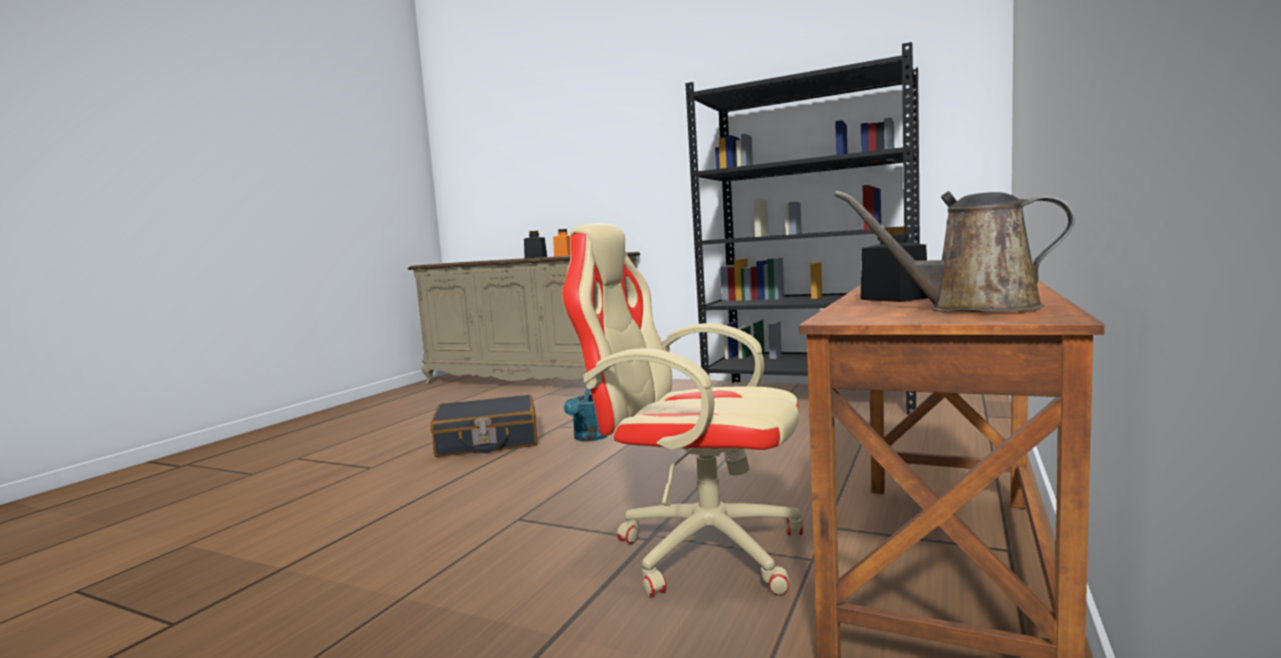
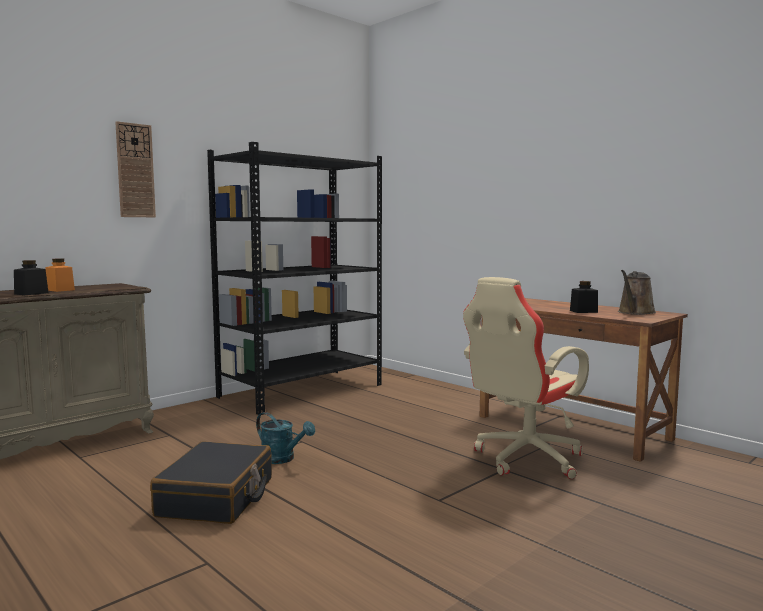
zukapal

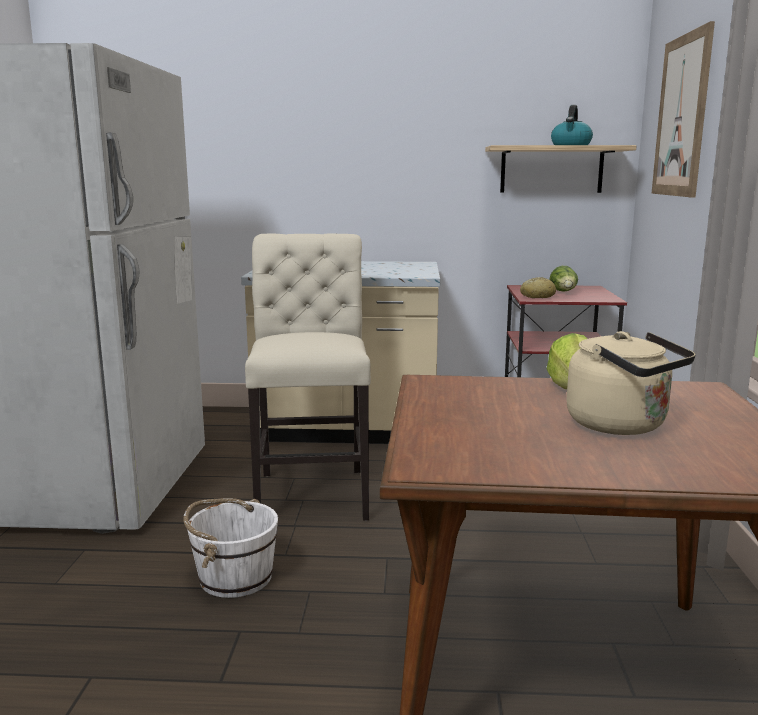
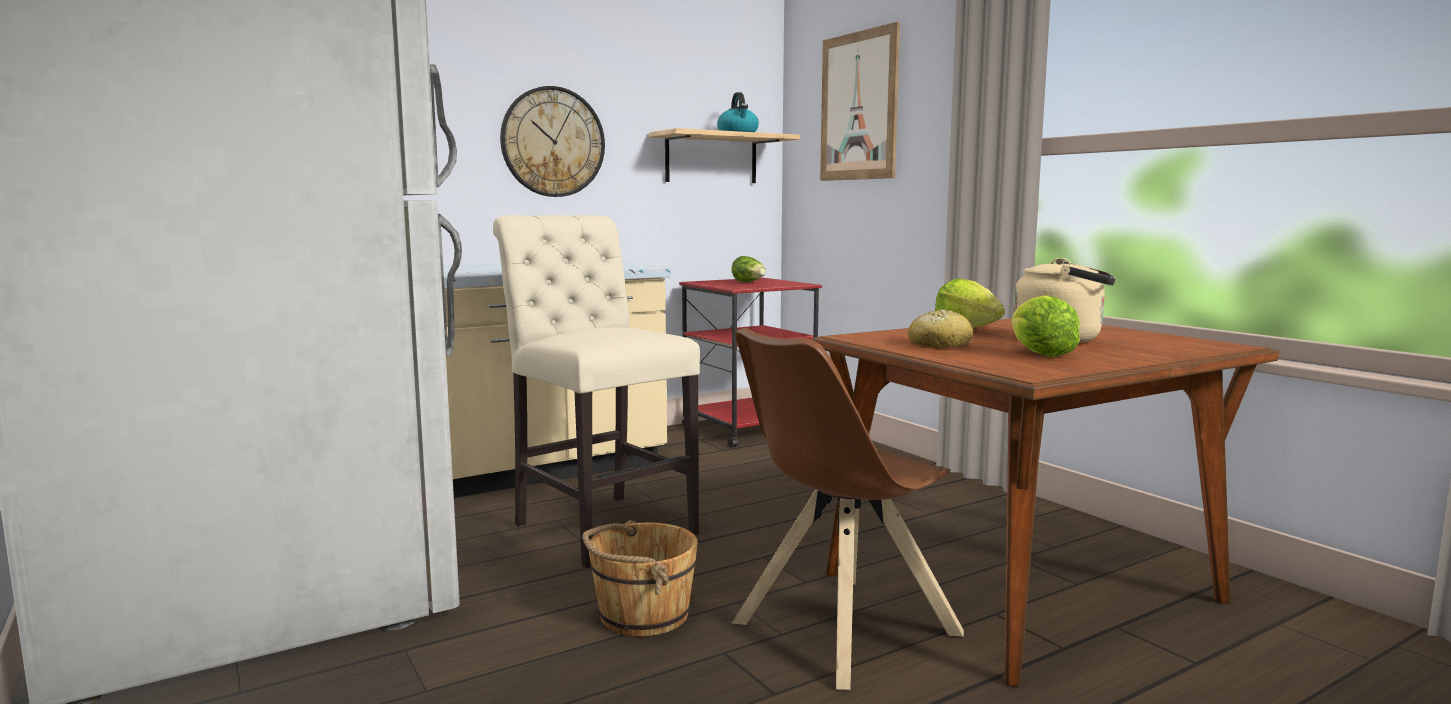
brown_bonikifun
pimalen
zukapal
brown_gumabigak
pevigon (3rd from left)

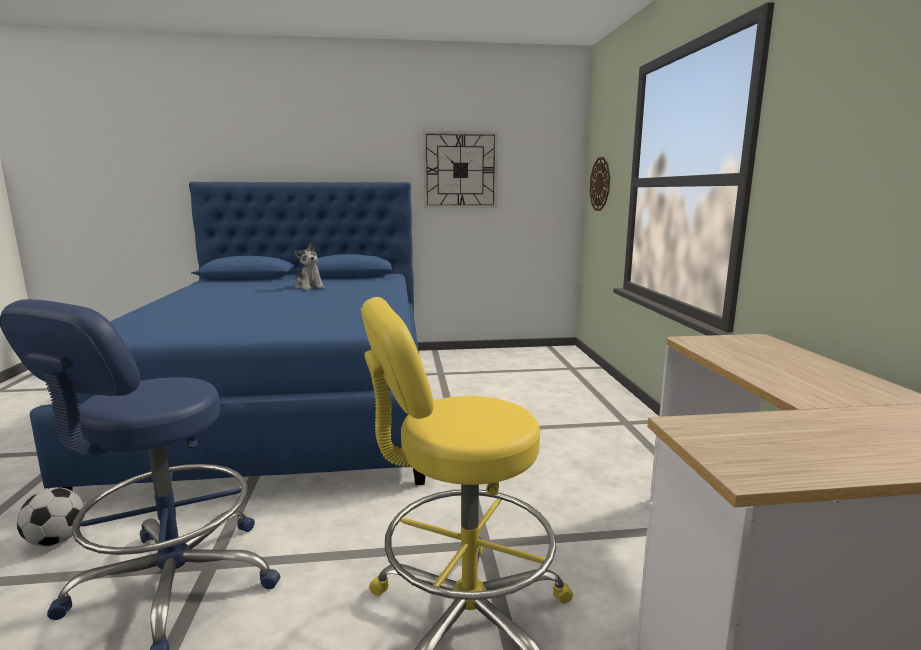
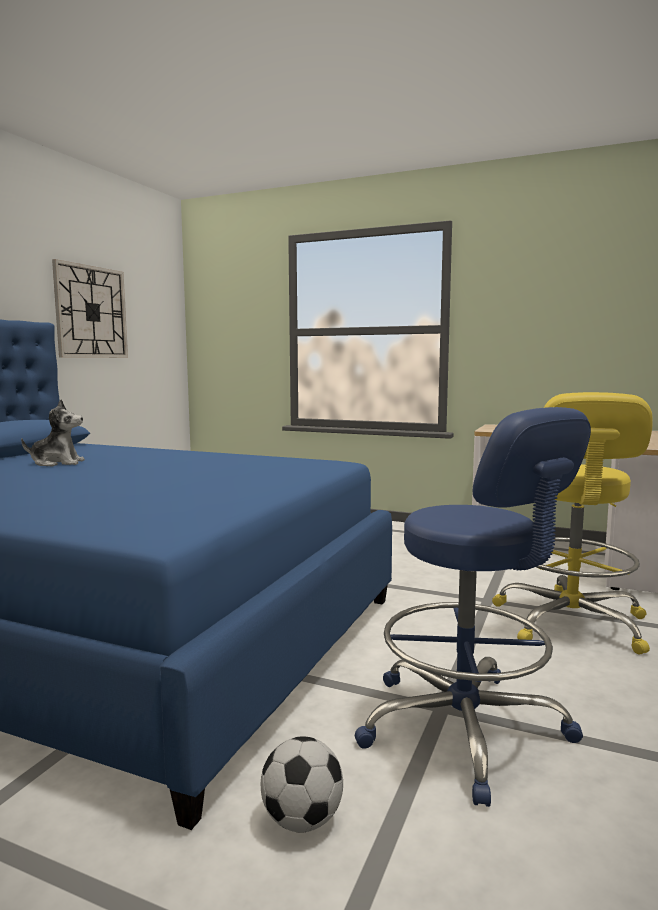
zukapal (2nd from left in the first image)

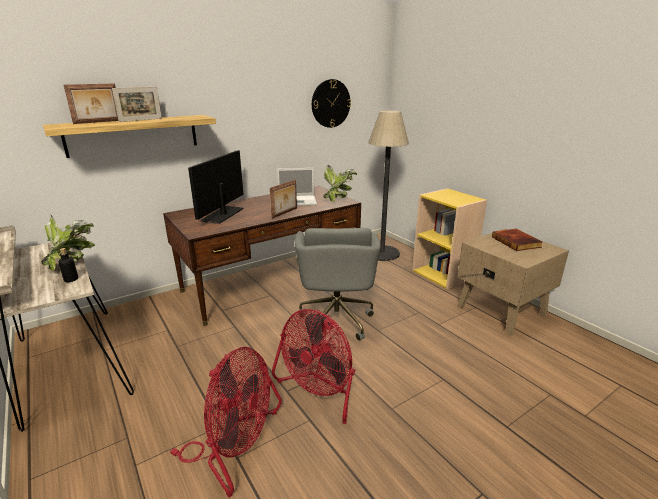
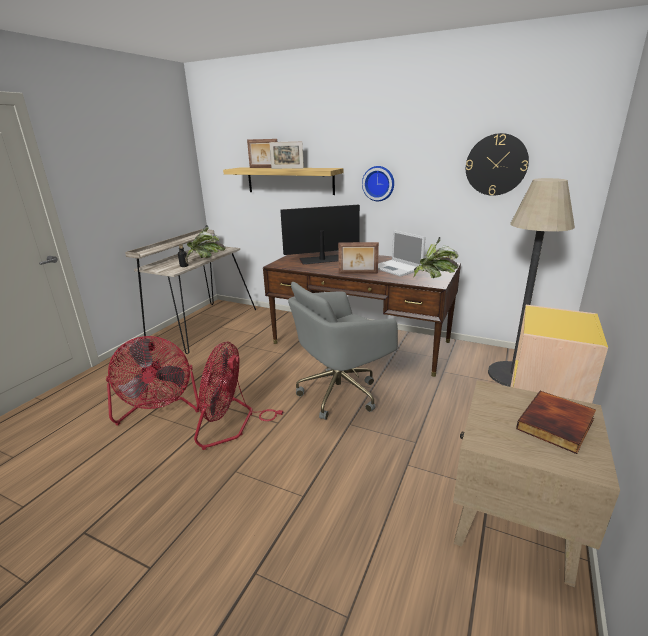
zukapal (1st from left)

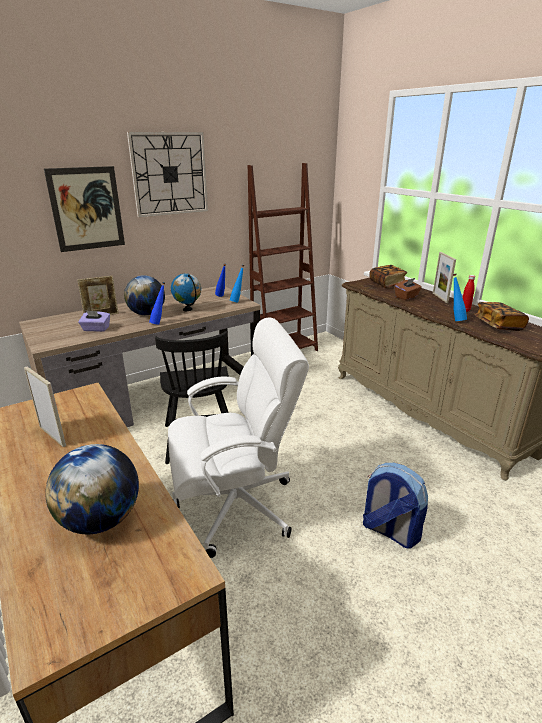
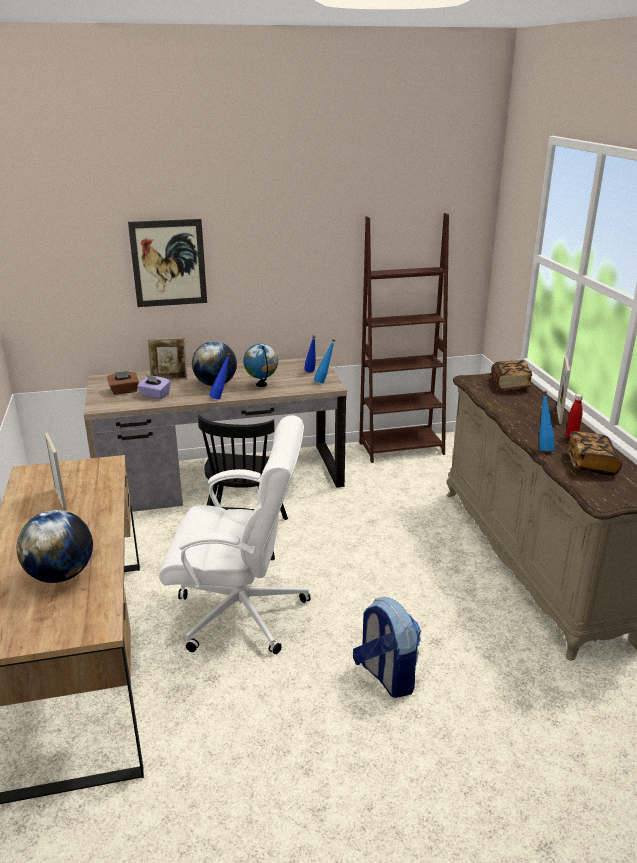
zukapal
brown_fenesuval

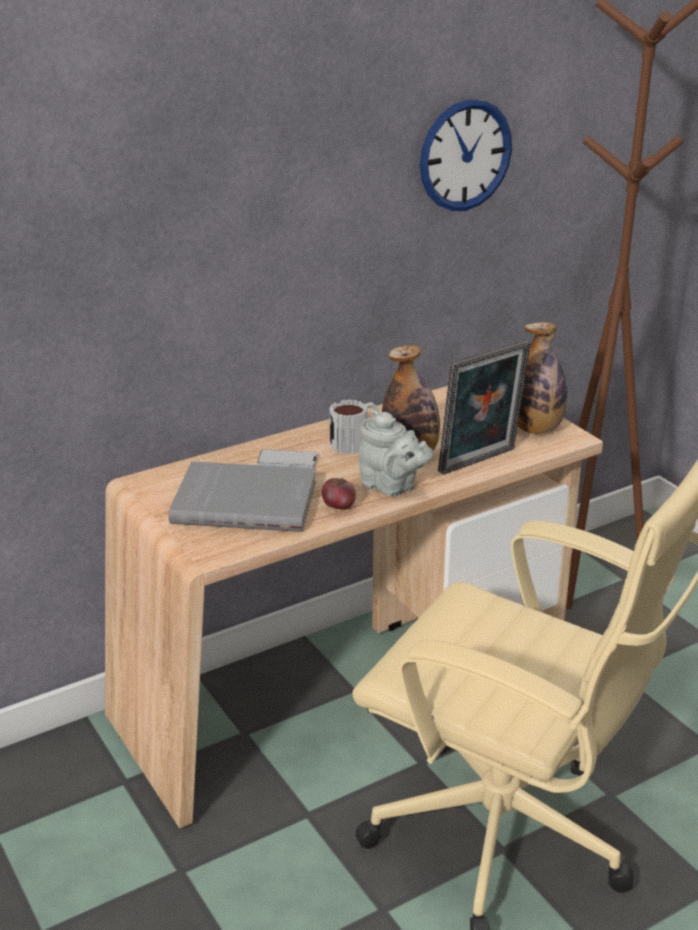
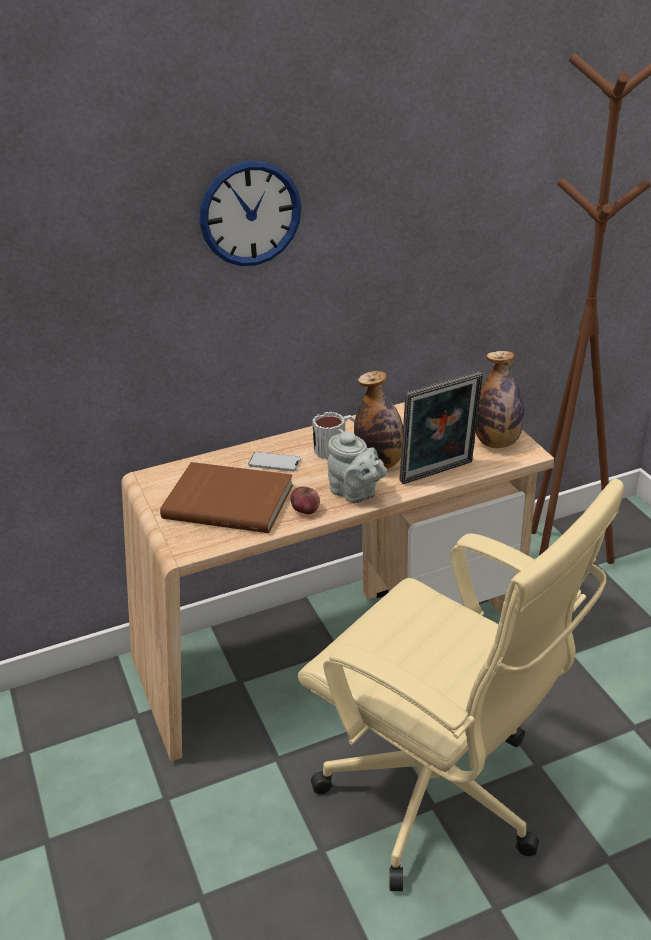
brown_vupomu
zukapal

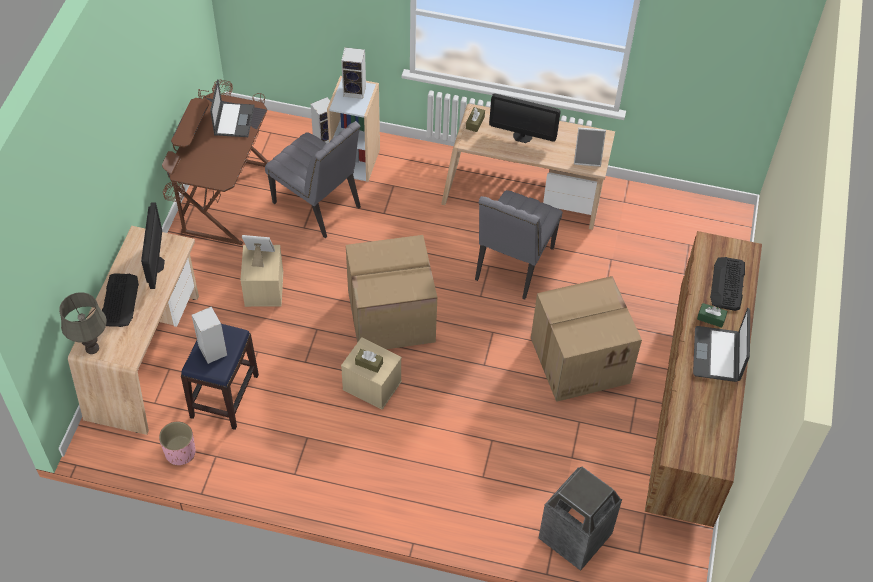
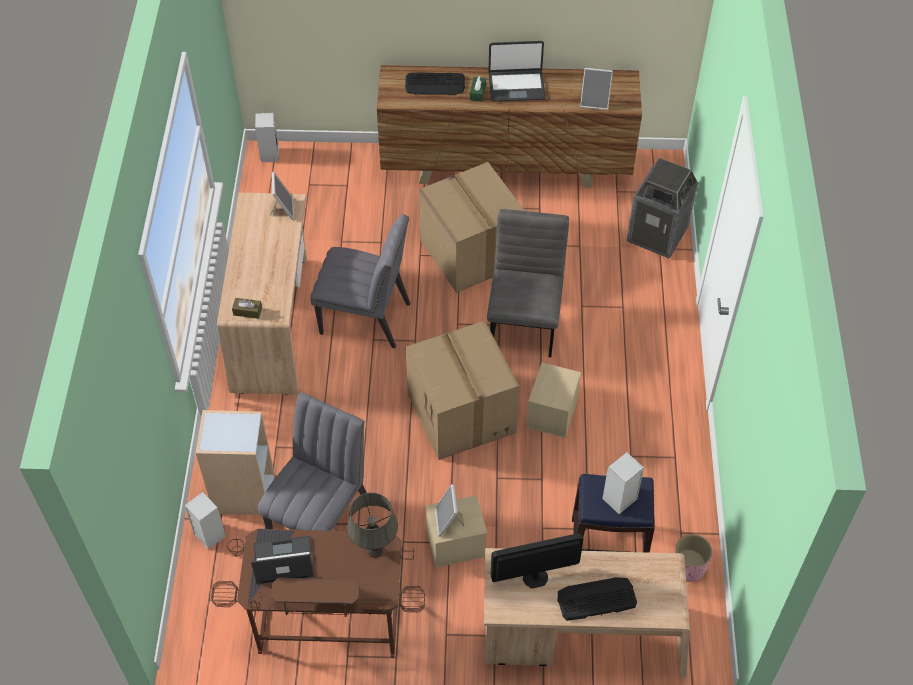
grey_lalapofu
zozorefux (2nd from left)
brown_fenesuval (1st from left in the first image)
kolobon (2nd from left in the first image)
grey_gumabigak (3rd from left)
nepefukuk (3rd from left)

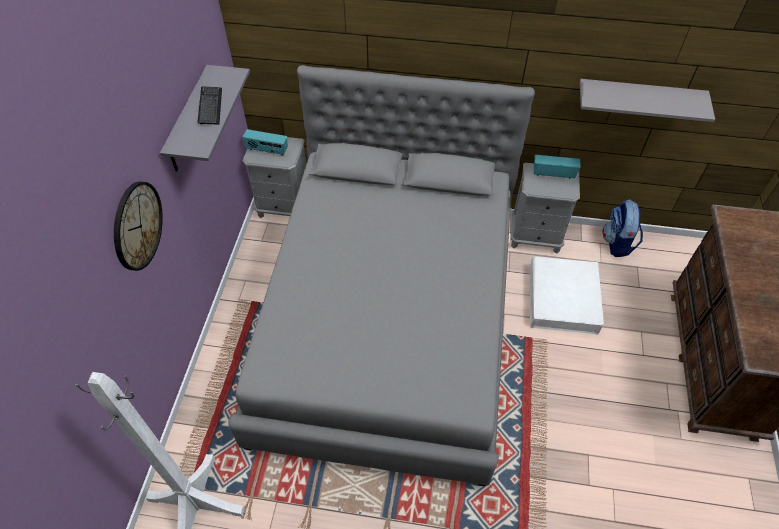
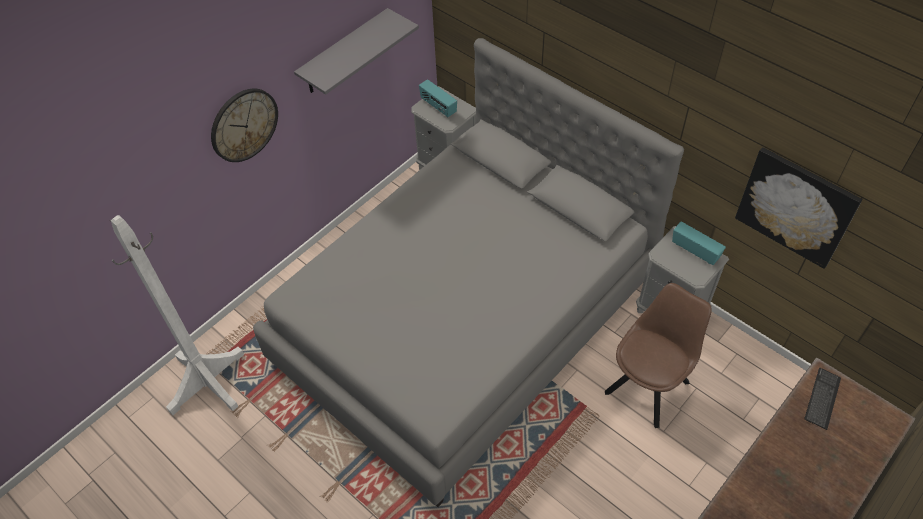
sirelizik
brown_gumabigak
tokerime
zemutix

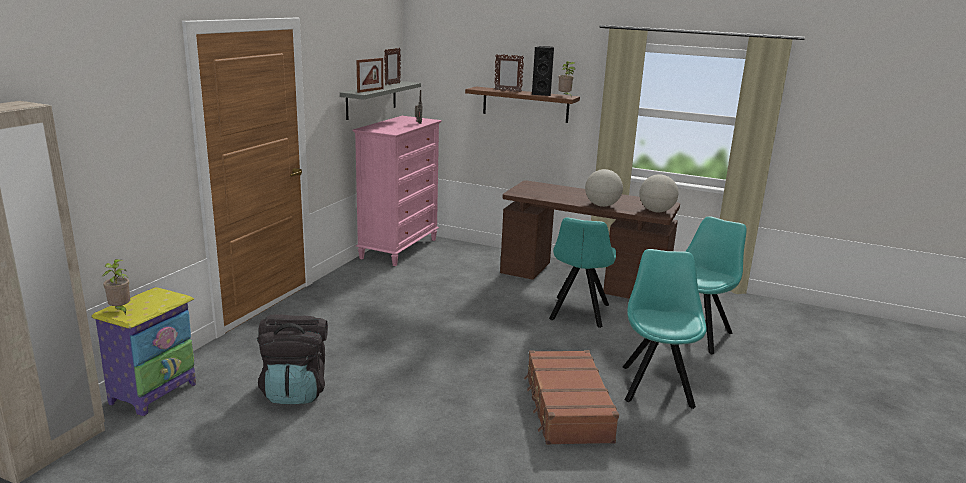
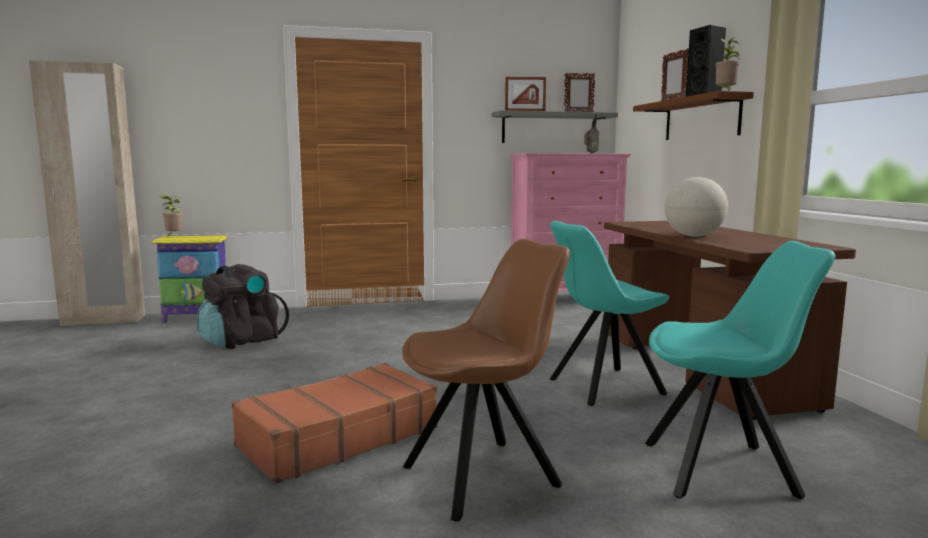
brown_gumabigak
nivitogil (2nd from left in the first image)

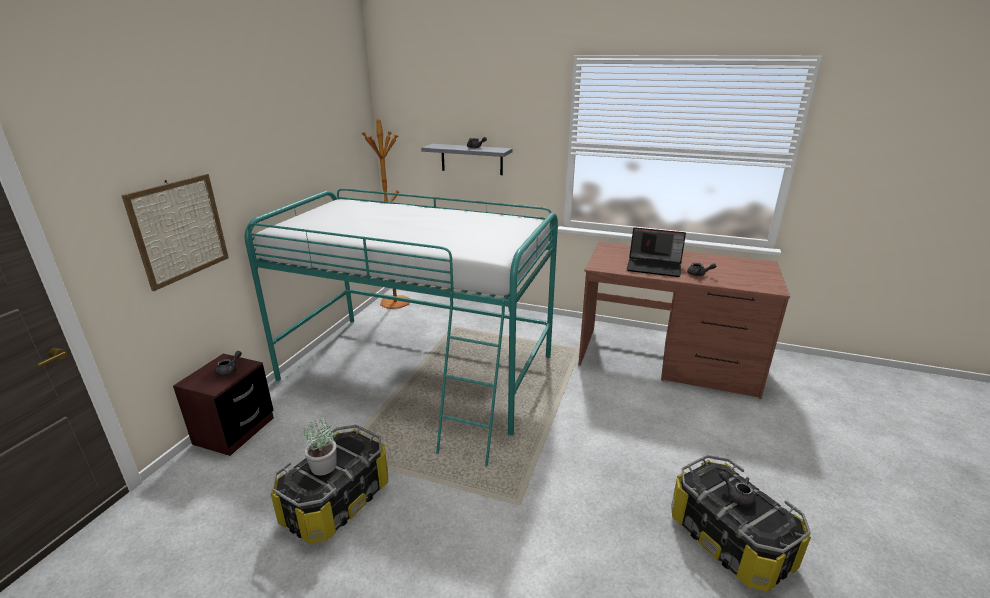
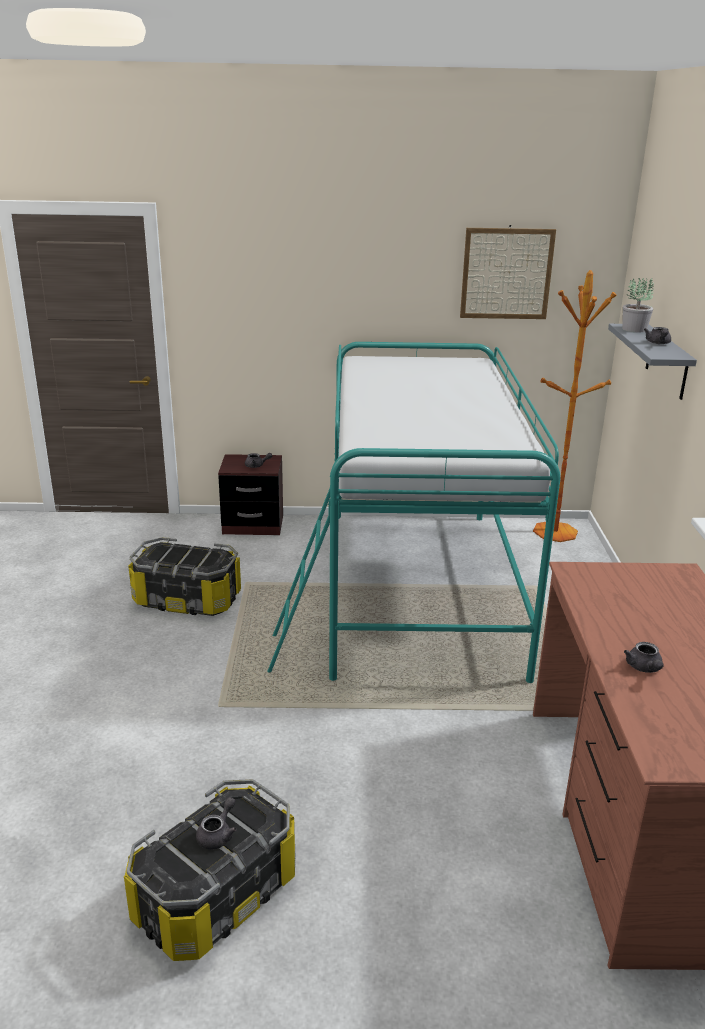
tokerime
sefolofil
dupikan

